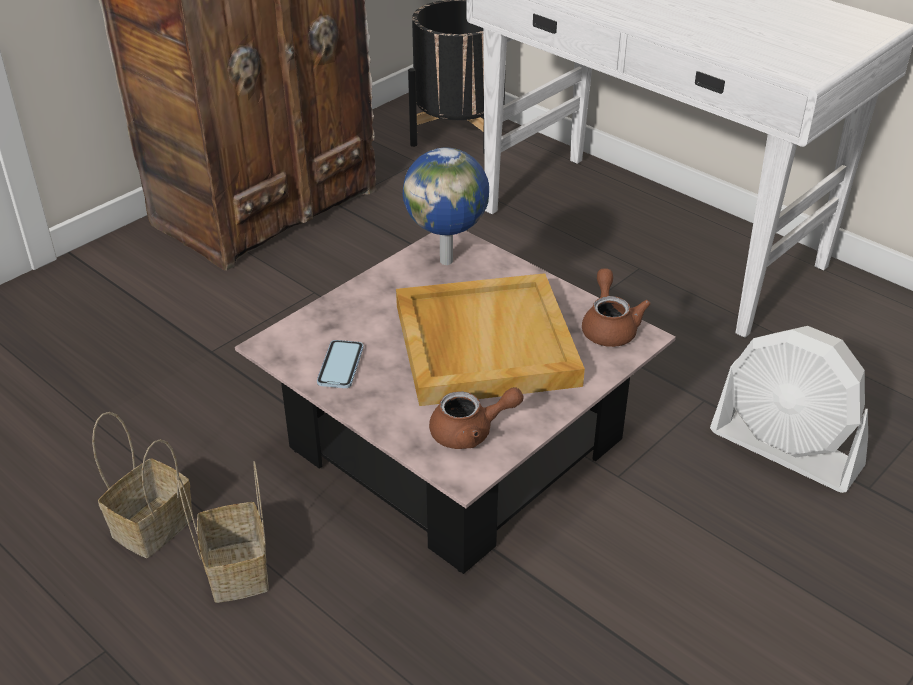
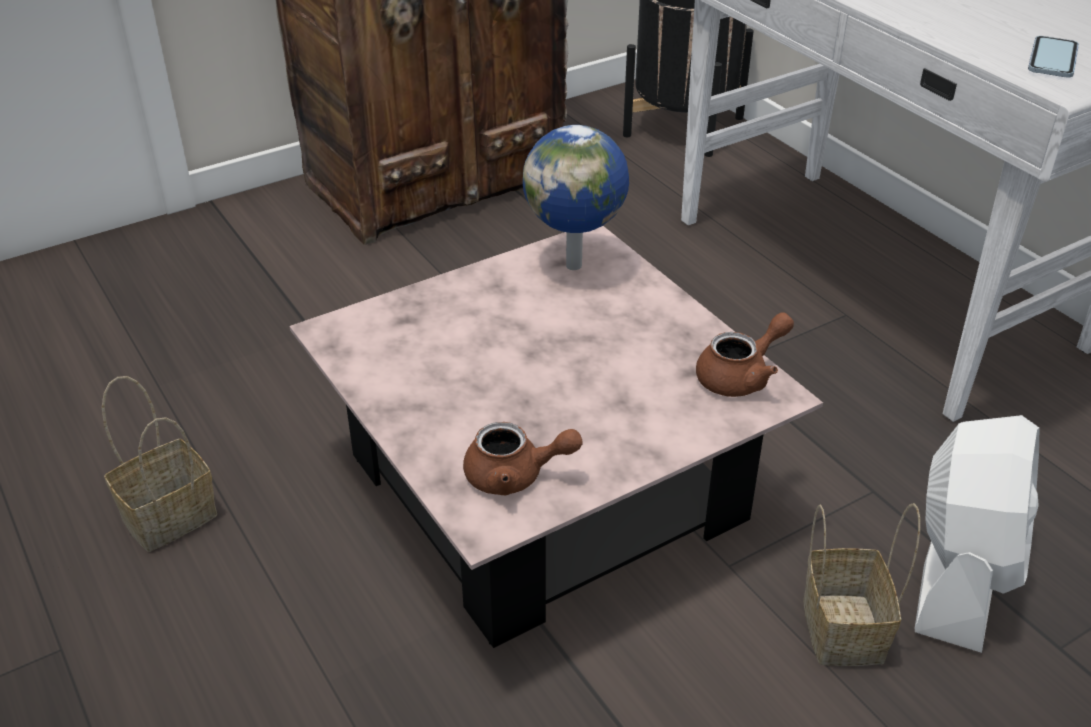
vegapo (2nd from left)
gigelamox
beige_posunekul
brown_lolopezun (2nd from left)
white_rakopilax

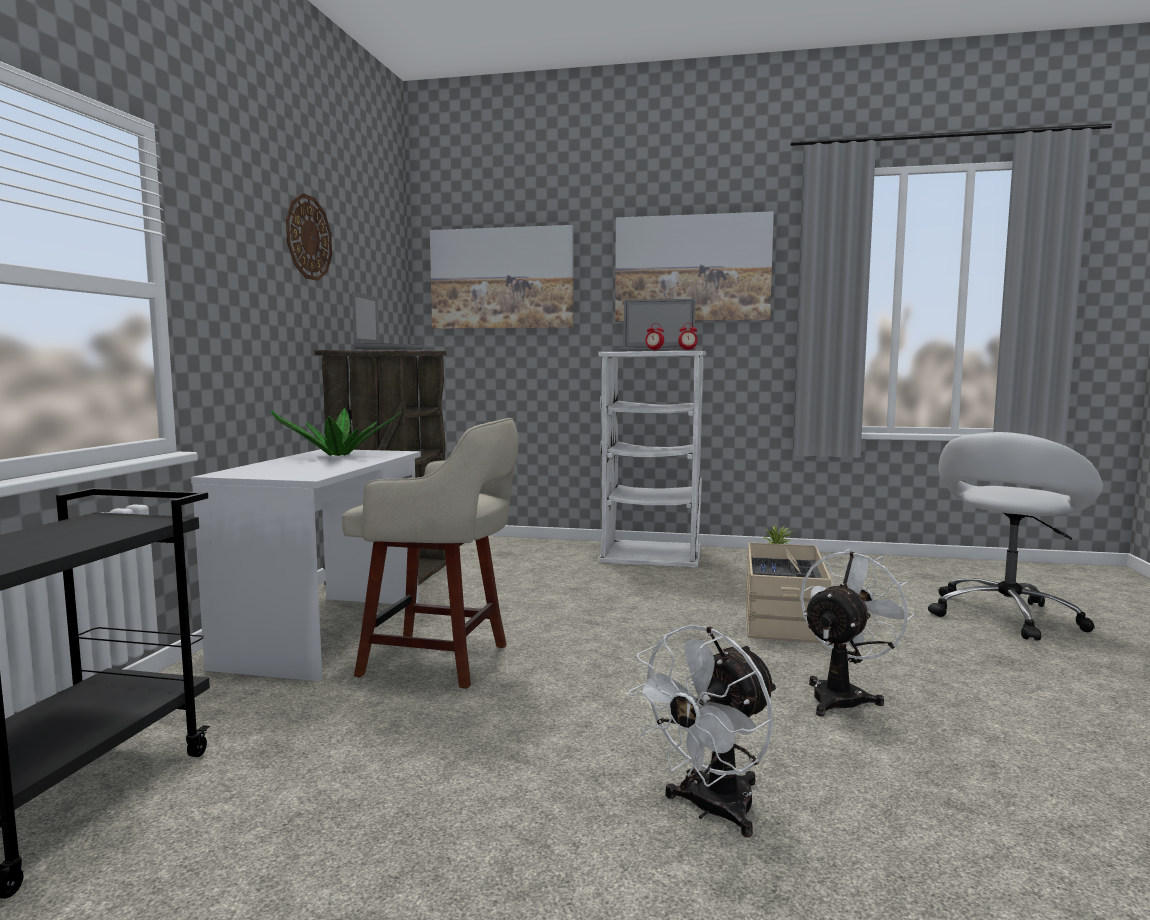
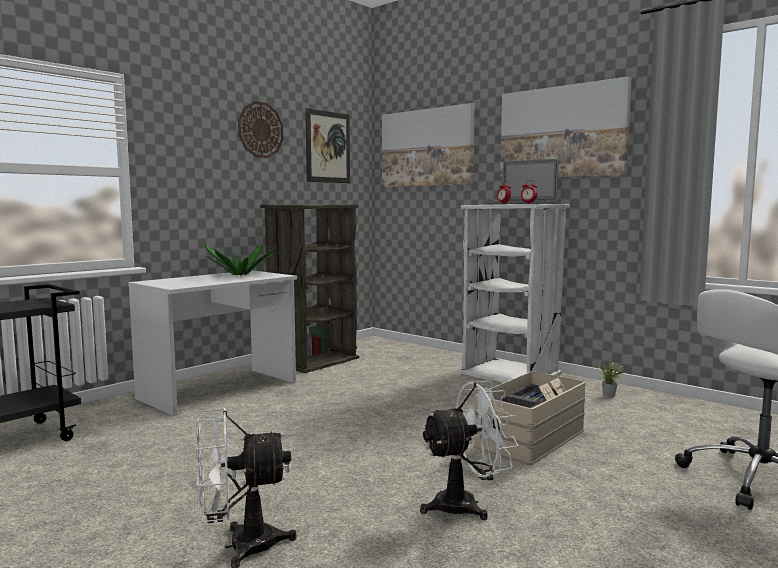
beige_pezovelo
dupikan (1st from left in the first image)
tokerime (1st from left)

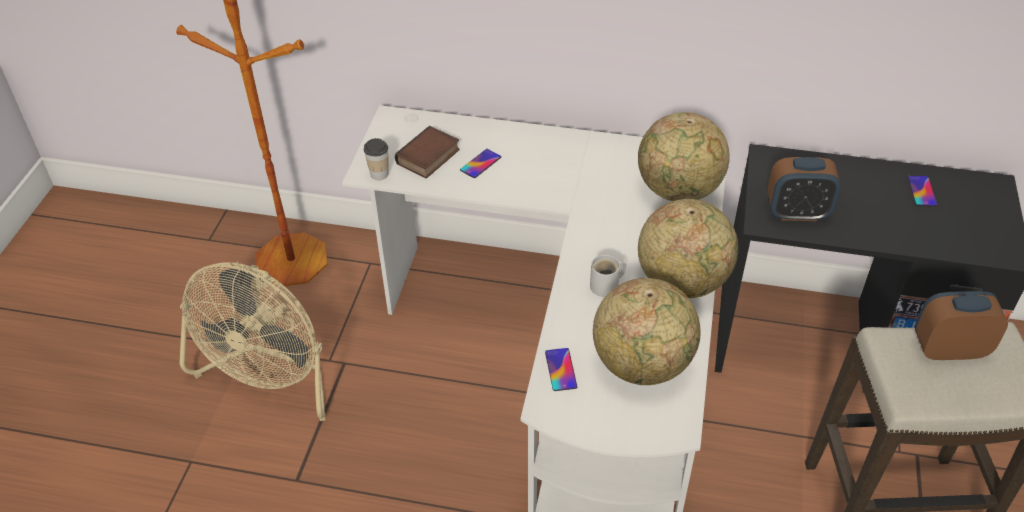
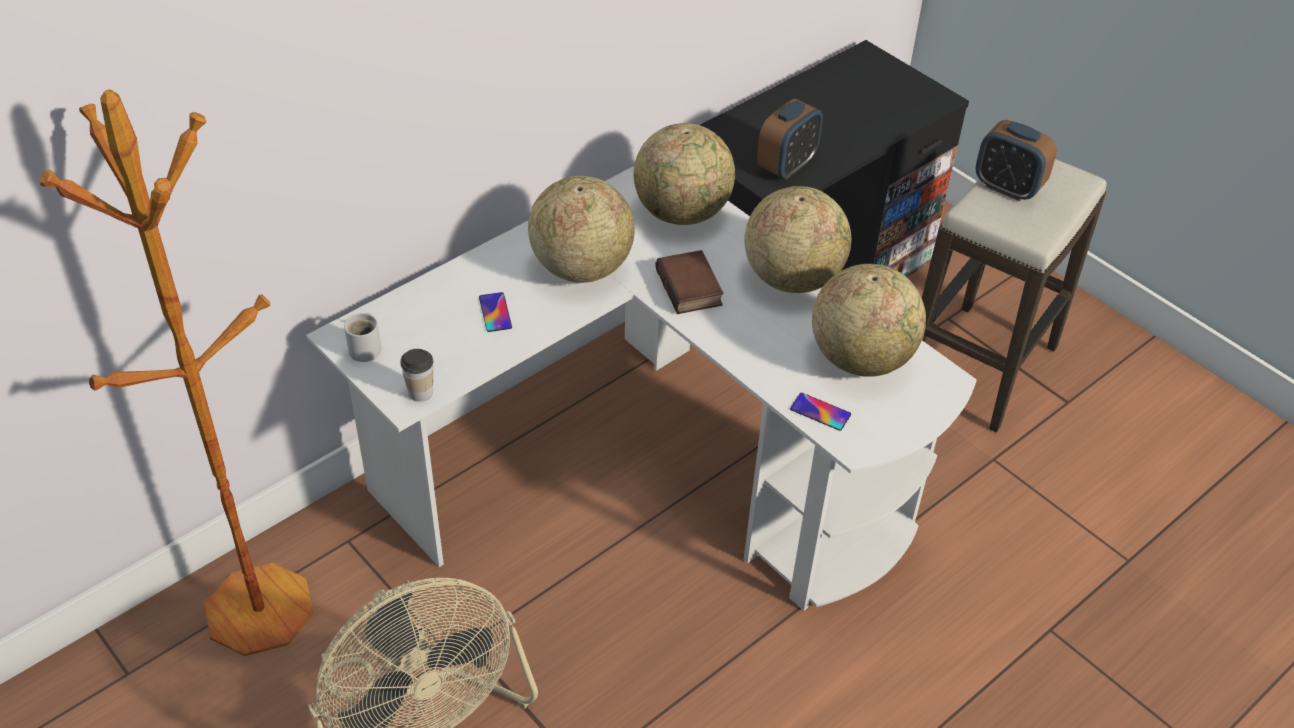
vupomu
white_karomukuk
gigelamox (3rd from left in the first image)
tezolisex (2nd from left)
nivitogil (1st from left)

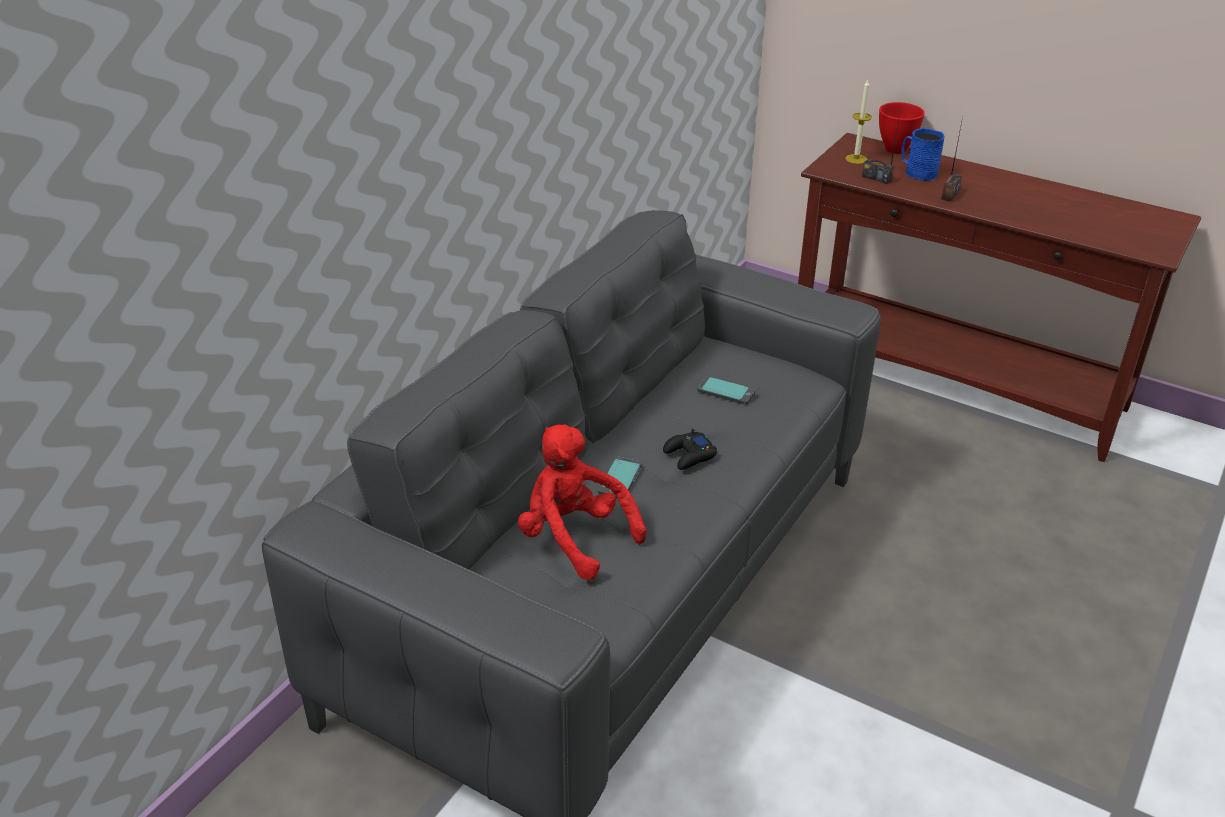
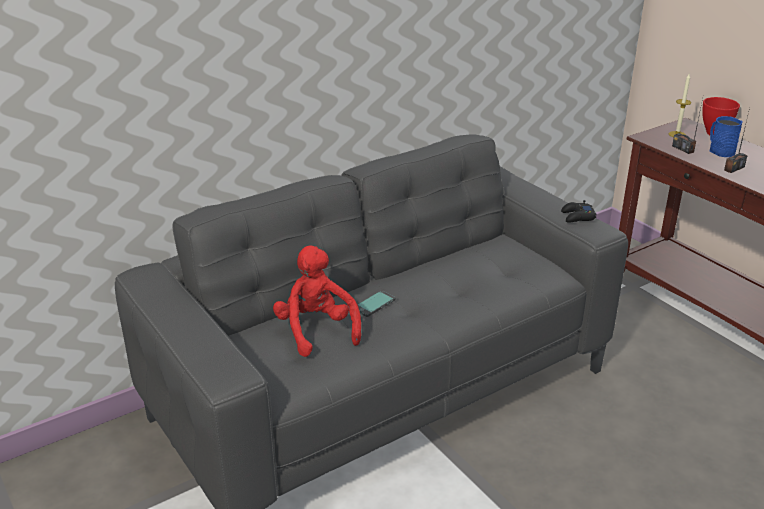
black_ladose
gigelamox (2nd from left in the first image)

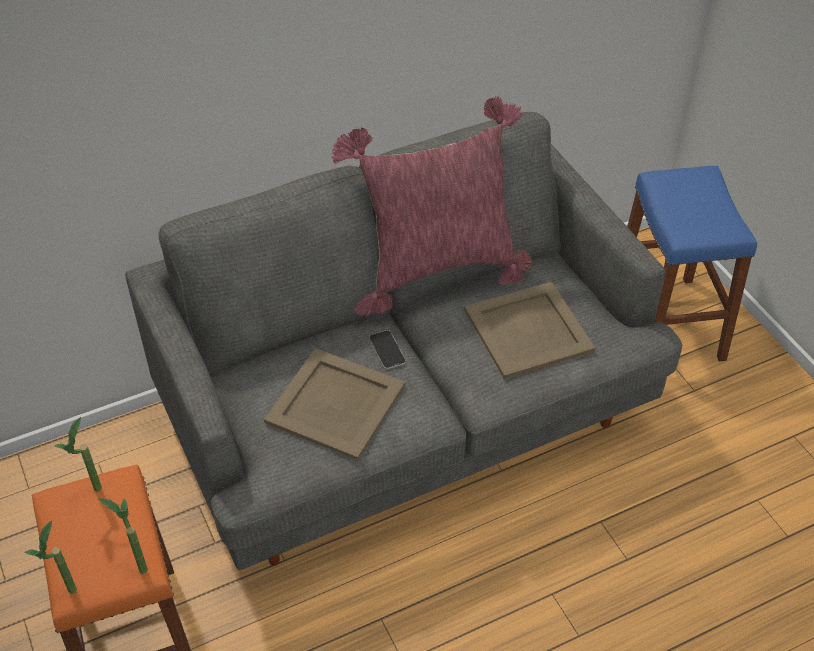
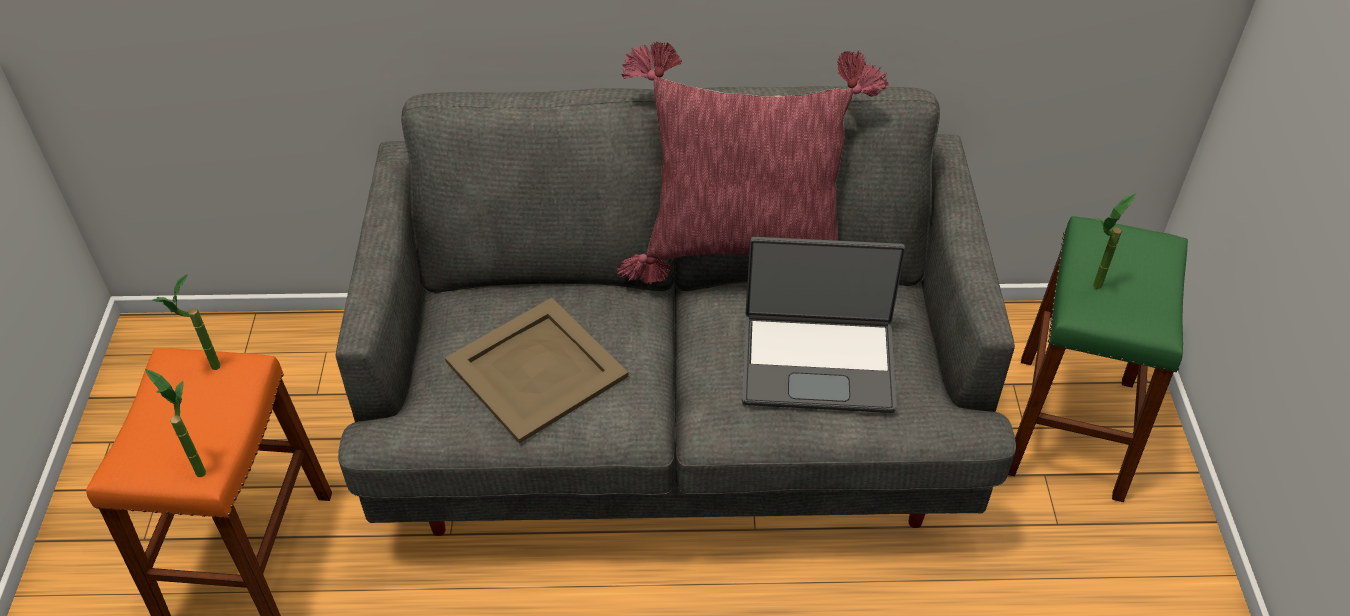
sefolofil (3rd from left)
gigelamox
dupikan
green_pezovelo

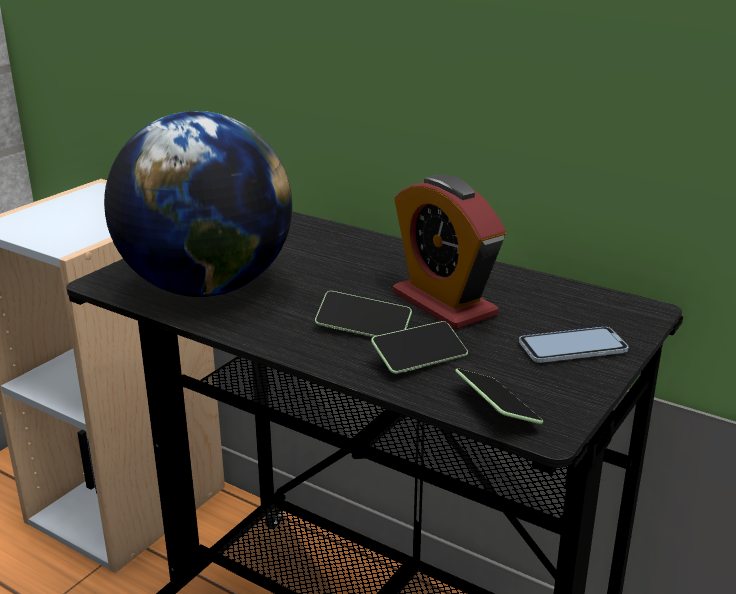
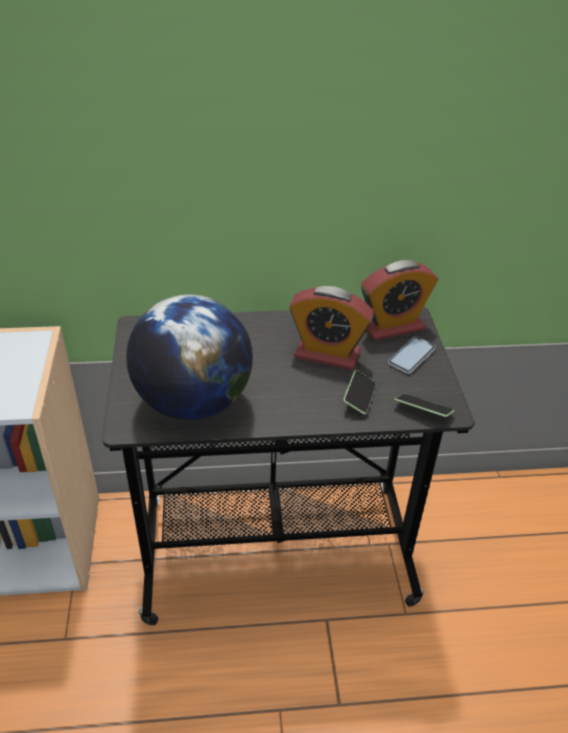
gigelamox (1st from left in the first image)
tezolisex (2nd from left)

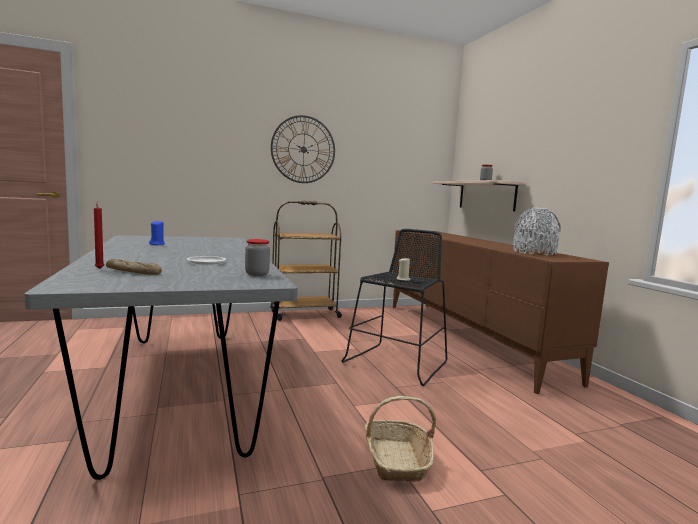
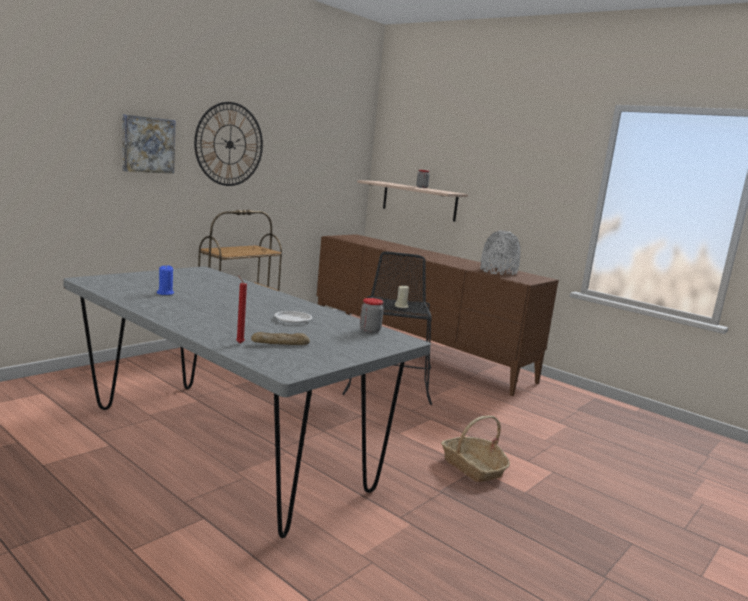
tokerime

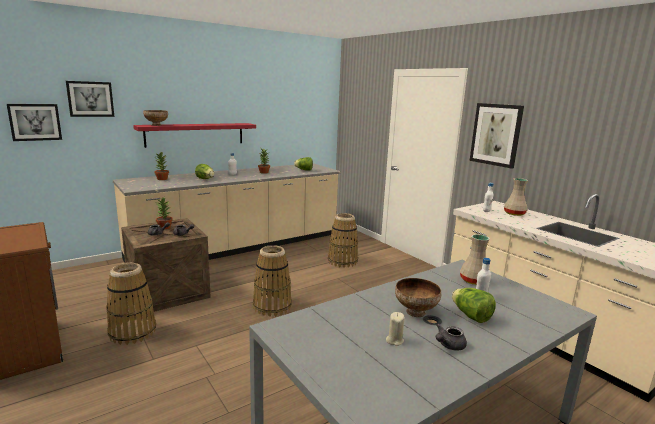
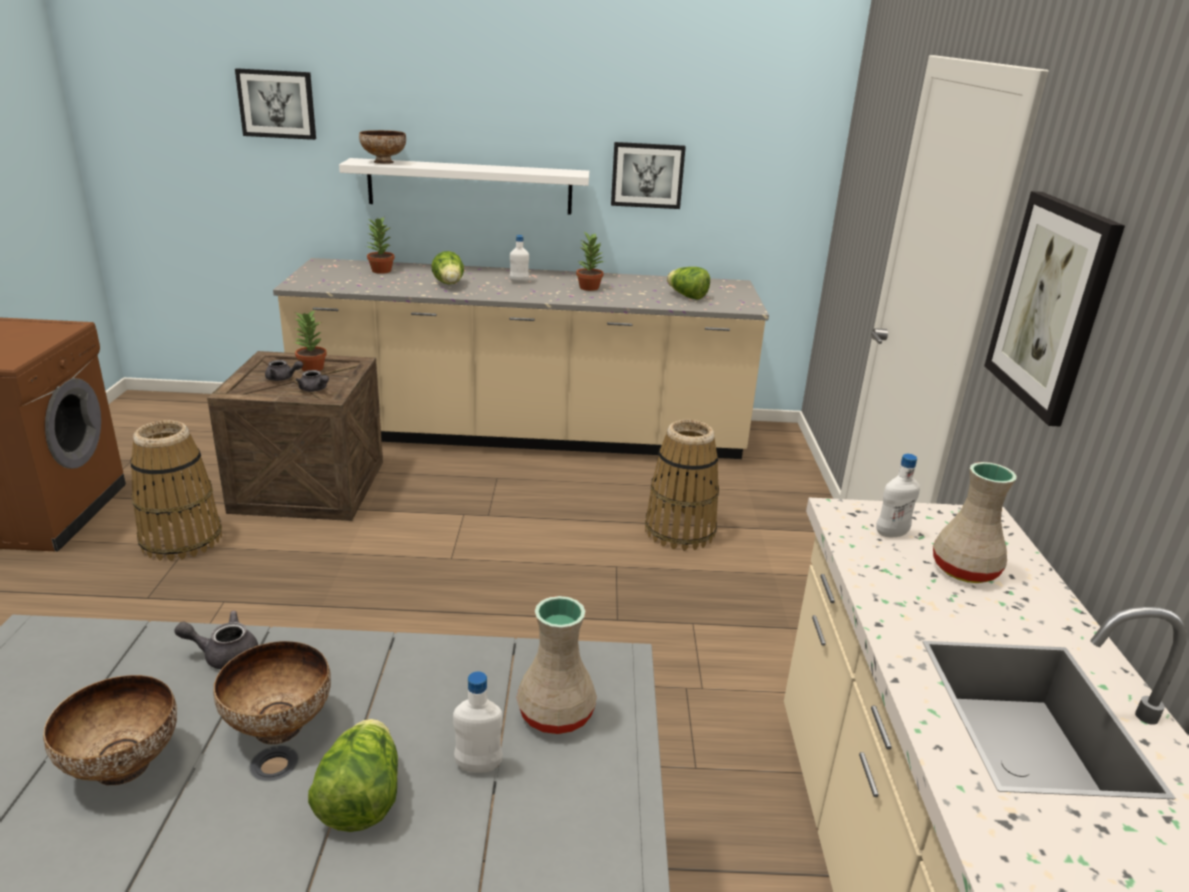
tokerime (2nd from left)
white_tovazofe
vegapo (2nd from left in the first image)
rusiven (1st from left)
grey_lolopezun (1st from left)

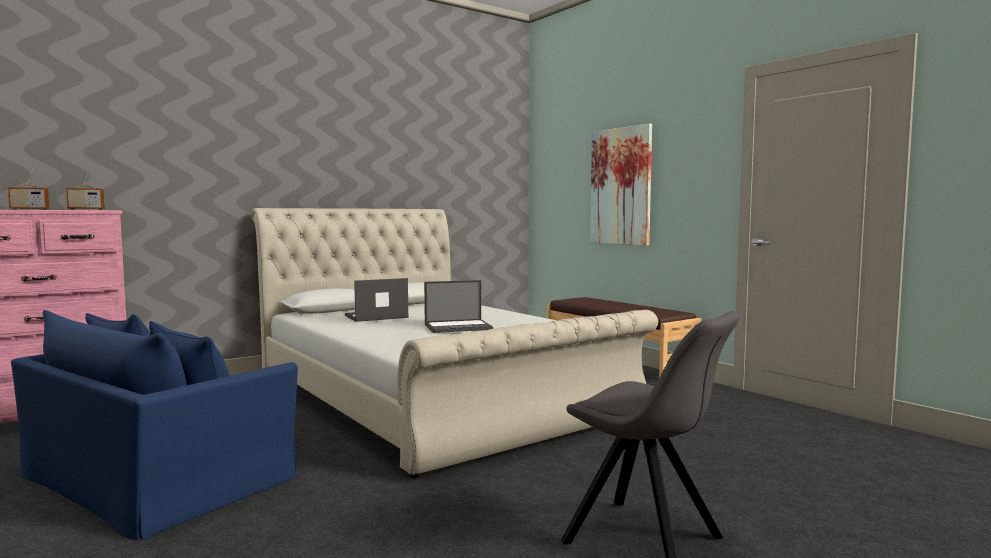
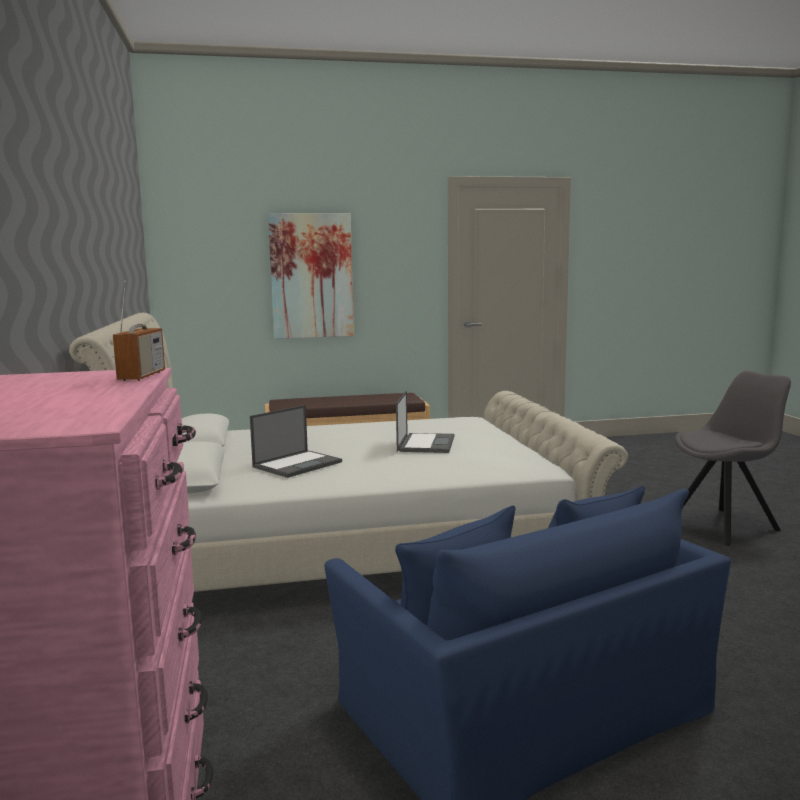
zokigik (1st from left in the first image)
dupikan (1st from left)

